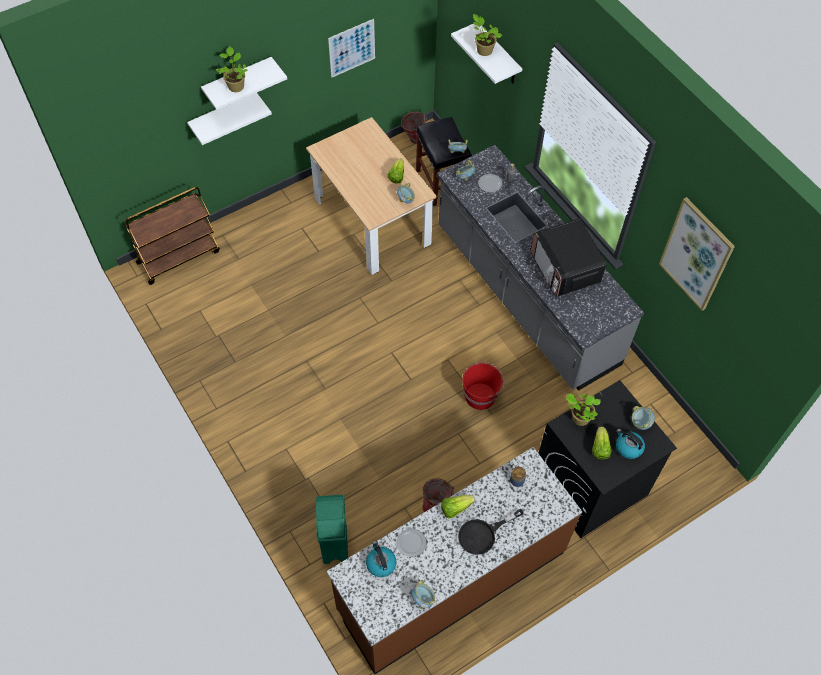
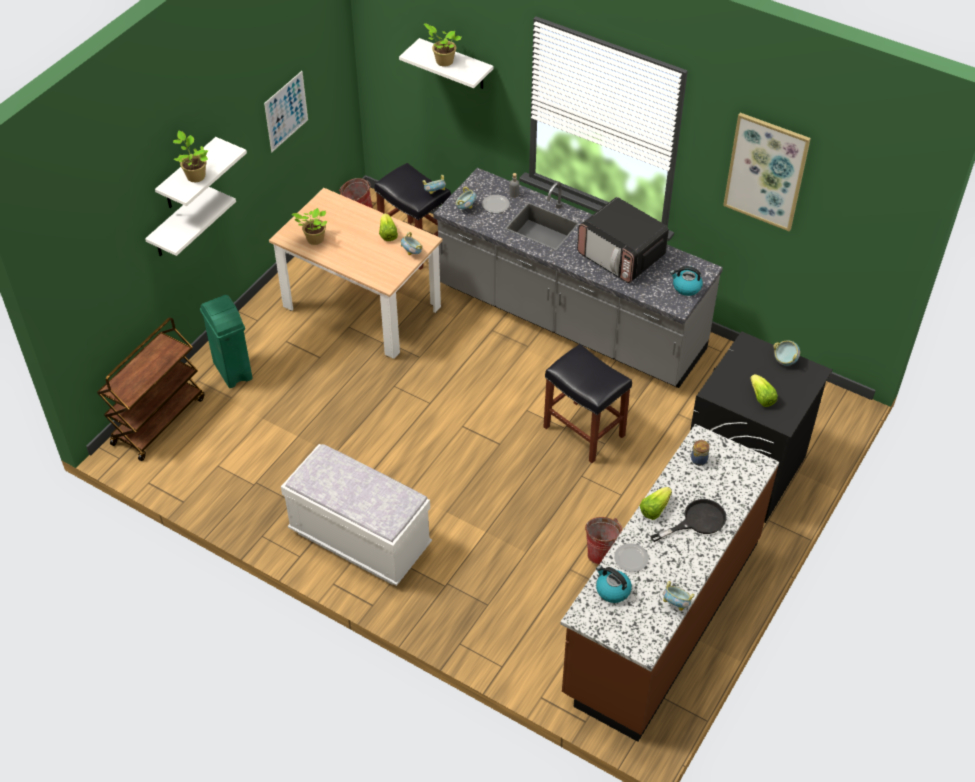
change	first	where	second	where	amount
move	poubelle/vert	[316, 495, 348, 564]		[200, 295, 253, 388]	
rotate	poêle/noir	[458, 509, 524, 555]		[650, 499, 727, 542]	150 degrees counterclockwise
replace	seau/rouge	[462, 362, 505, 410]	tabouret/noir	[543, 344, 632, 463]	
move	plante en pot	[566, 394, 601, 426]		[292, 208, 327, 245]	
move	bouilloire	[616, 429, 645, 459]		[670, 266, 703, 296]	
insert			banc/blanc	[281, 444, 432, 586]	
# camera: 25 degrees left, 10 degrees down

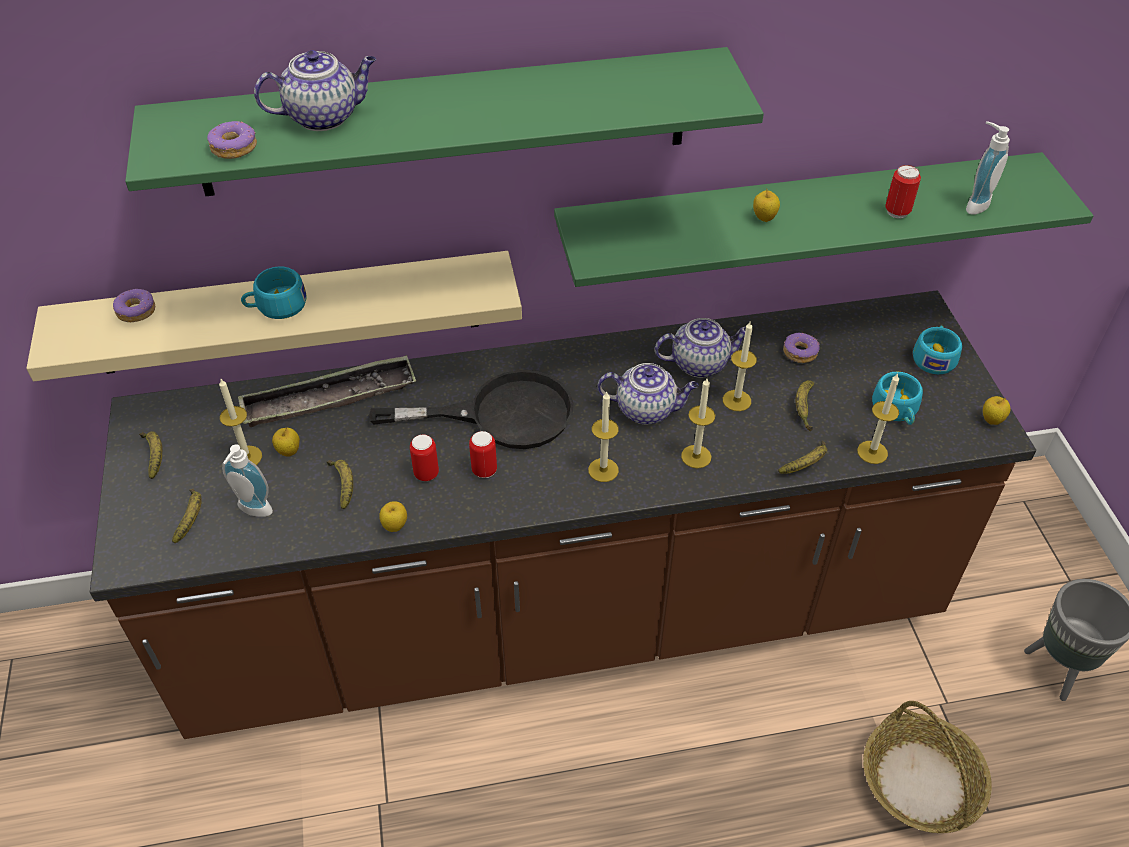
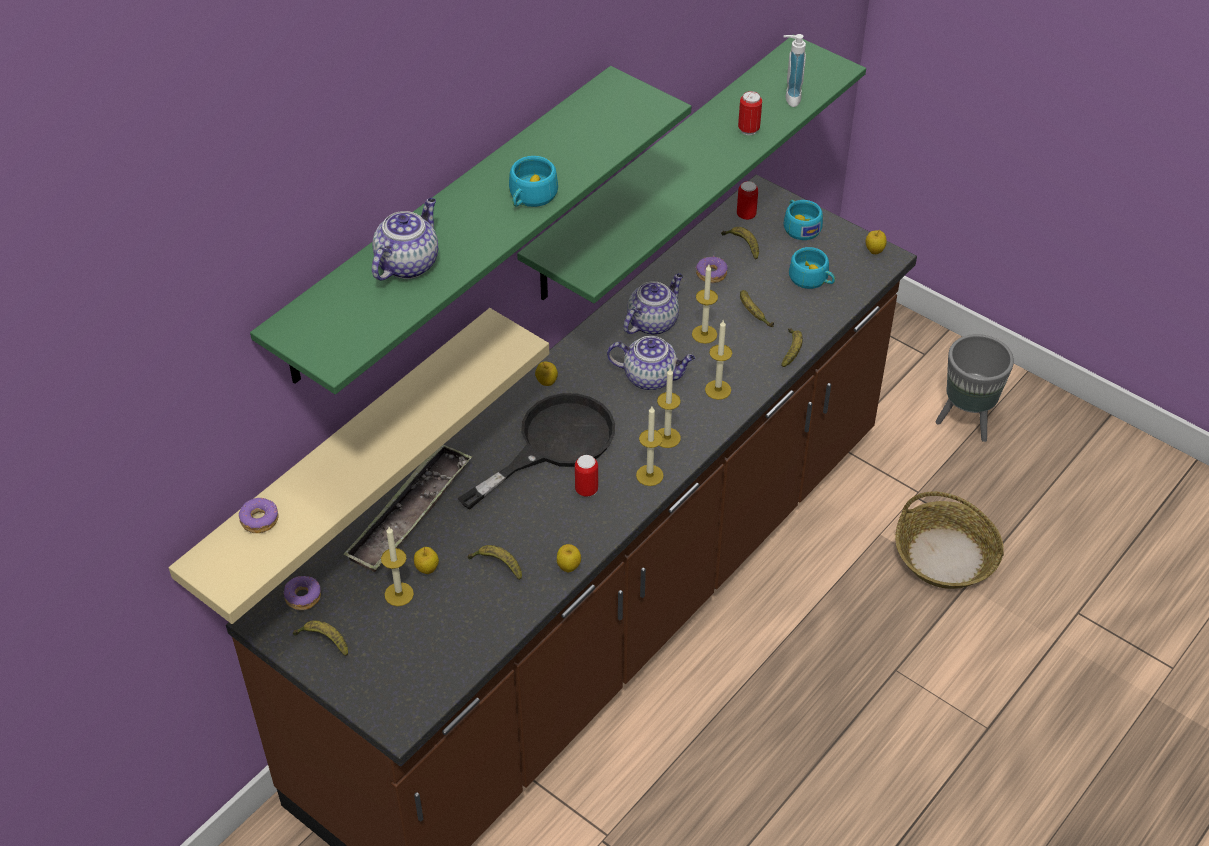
change	first	where	second	where	amount
move	banane	[172, 489, 202, 543]		[721, 227, 759, 260]	
move	beignet	[207, 121, 257, 159]		[284, 576, 321, 610]	
delete	distributeur de savon	[222, 445, 273, 517]			
move	tasse/turquoise	[241, 266, 307, 319]		[509, 156, 558, 207]	
move	boîte métallique	[410, 434, 439, 481]		[737, 181, 758, 220]	
rotate	théière	[598, 363, 699, 424]		[607, 336, 695, 391]	45 degrees clockwise
move	pomme	[753, 189, 780, 222]		[535, 361, 558, 386]	
move	bougie	[857, 373, 899, 464]		[636, 407, 664, 486]	
# camera: 40 degrees left, 0 degrees up

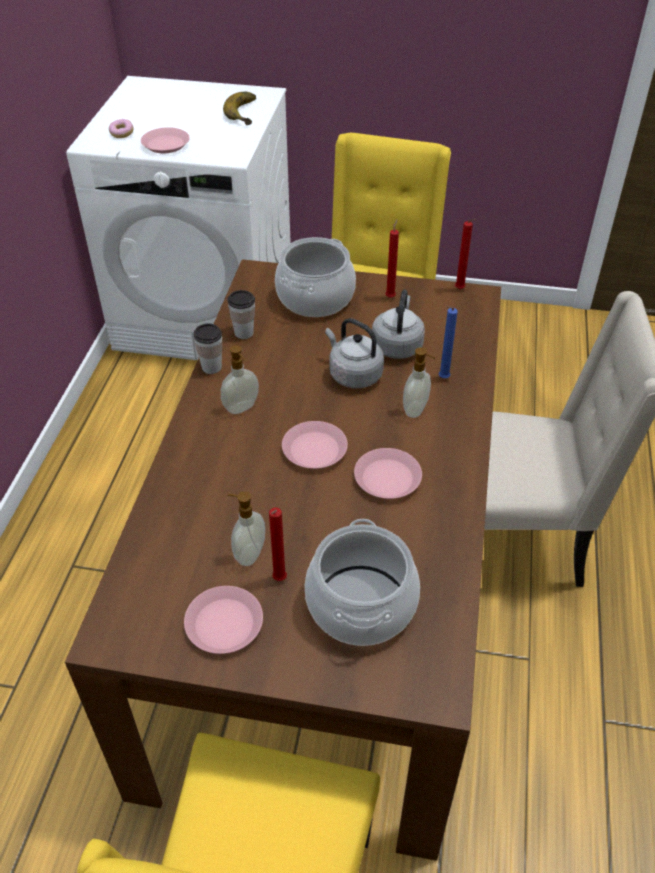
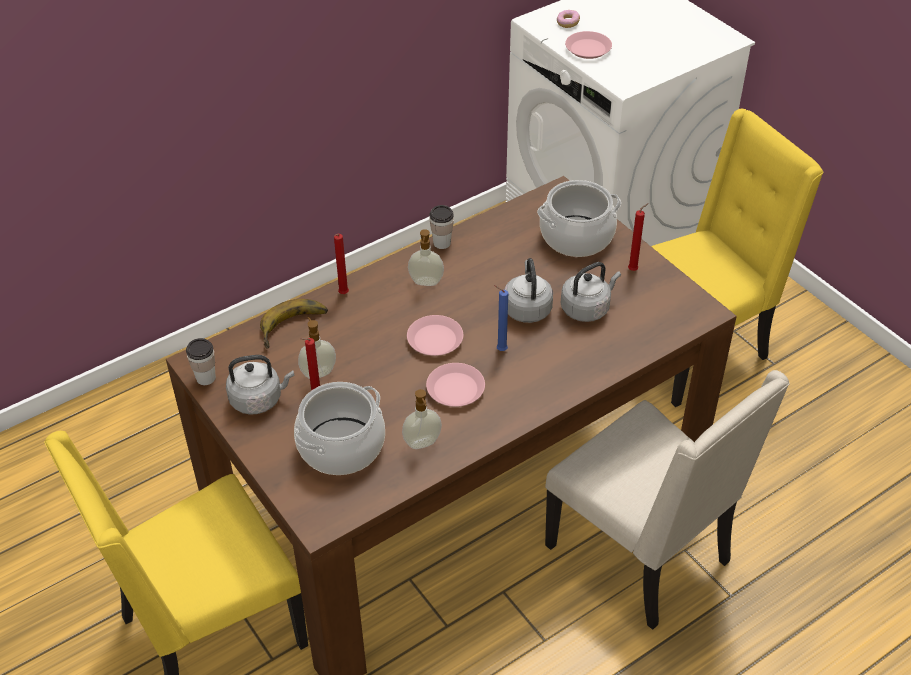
change	first	where	second	where	amount
replace	assiette/rose	[184, 586, 263, 654]	bouilloire/gris	[226, 355, 294, 415]	
move	banane	[223, 92, 256, 125]		[260, 299, 328, 349]	
move	tasse	[227, 290, 255, 339]		[186, 338, 216, 385]	
move	distributeur de savon	[403, 348, 436, 418]		[402, 389, 442, 449]	
move	bougie/bleu	[439, 306, 458, 378]		[494, 285, 508, 351]	
move	bougie/rouge	[455, 219, 475, 289]		[334, 234, 349, 294]	
# camera: 45 degrees right, 0 degrees up

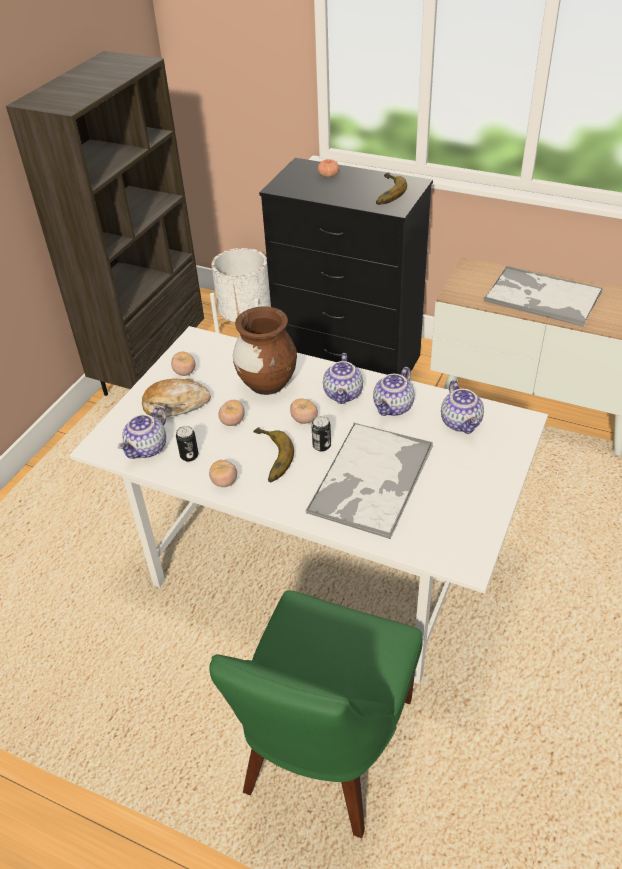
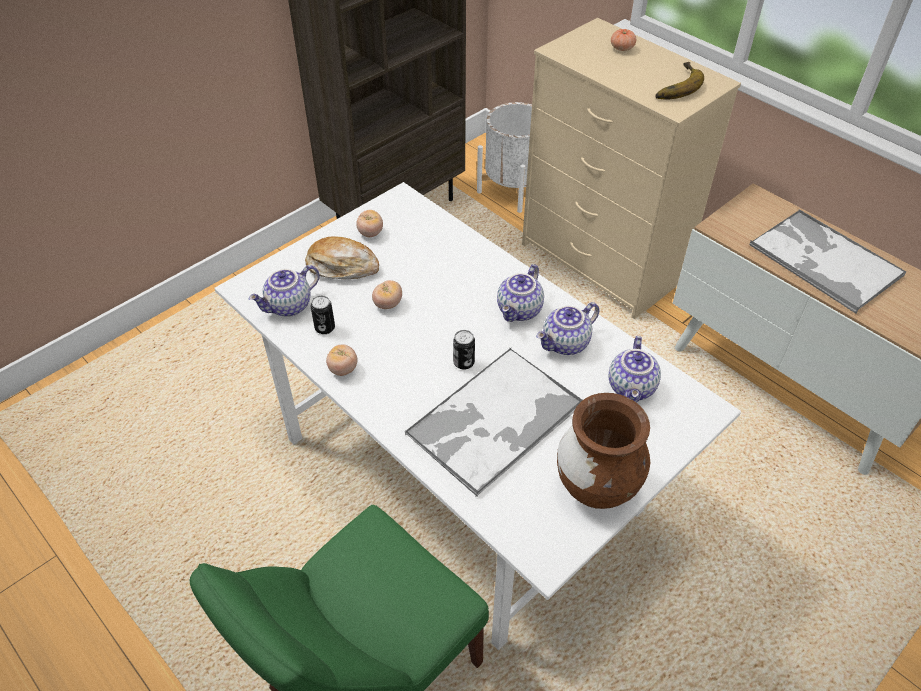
change	first	where	second	where	amount
move	vase/marron	[233, 306, 297, 395]		[557, 393, 650, 509]	
delete	banane	[253, 427, 294, 482]			
recolor	commode/noir	[259, 158, 433, 375]	commode/beige	[522, 18, 741, 319]	
delete	tomate	[290, 398, 318, 424]			
# camera: 20 degrees right, 5 degrees up

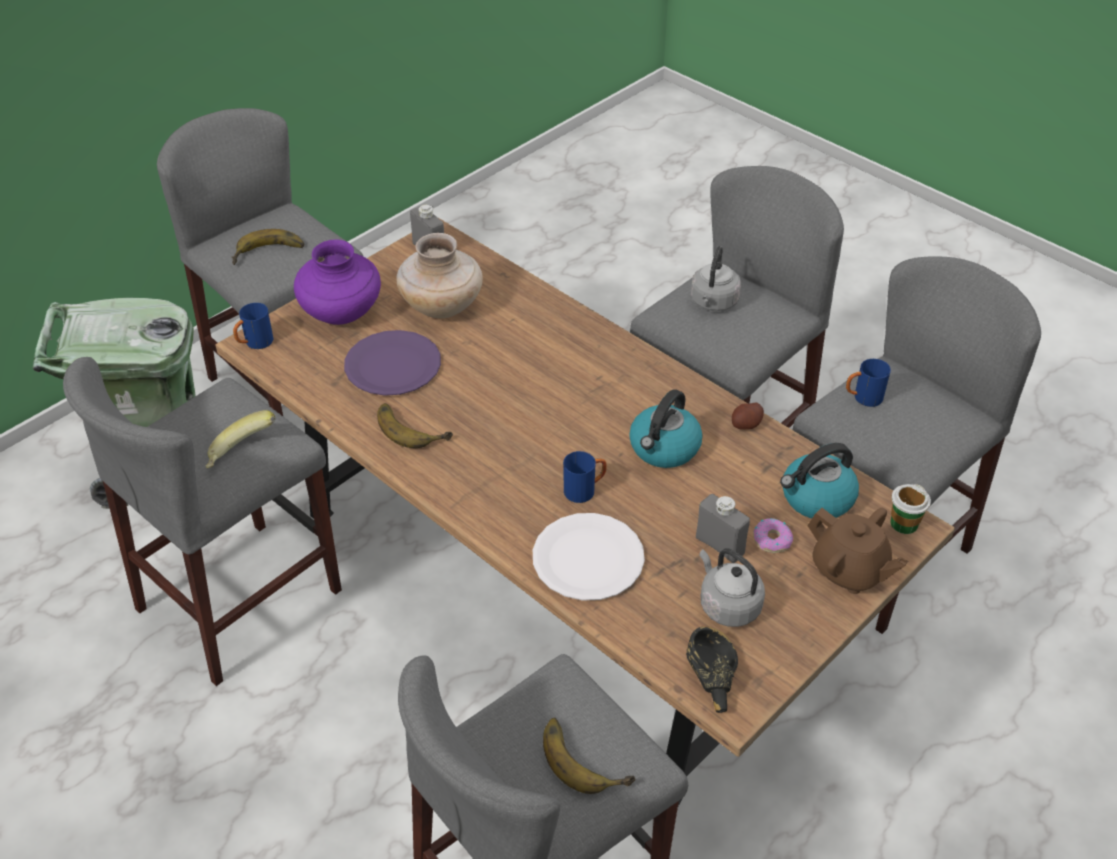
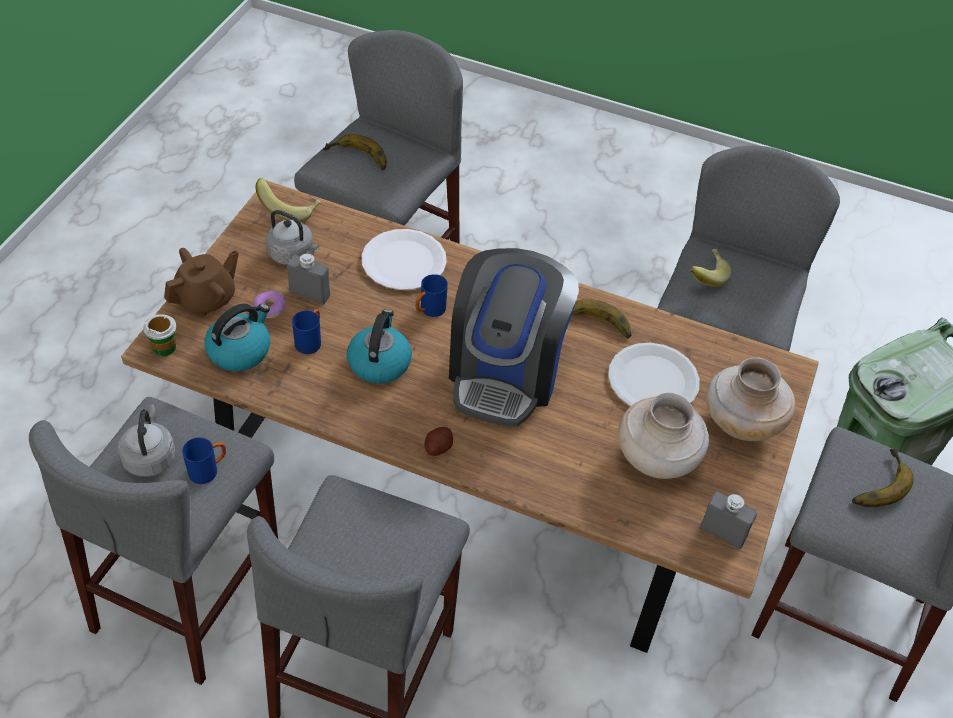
change	first	where	second	where	amount
move	mug/bleu	[233, 303, 273, 349]		[292, 309, 321, 354]	
recolor	vase/violet	[294, 239, 381, 325]	vase/beige	[706, 357, 795, 441]	
recolor	assiette/violet	[344, 330, 441, 396]	assiette/blanc	[608, 343, 700, 406]	
replace	bol/noir	[686, 626, 738, 713]	banane	[255, 178, 321, 222]	
move	bouilloire/gris	[691, 246, 741, 311]		[118, 405, 175, 477]	
move	pomme de terre	[732, 403, 764, 430]		[424, 427, 453, 456]	
rotate	théière/marron	[807, 508, 908, 594]		[164, 248, 239, 317]	120 degrees clockwise
insert			machine à café	[449, 248, 579, 427]	
# camera: 155 degrees right, 5 degrees up

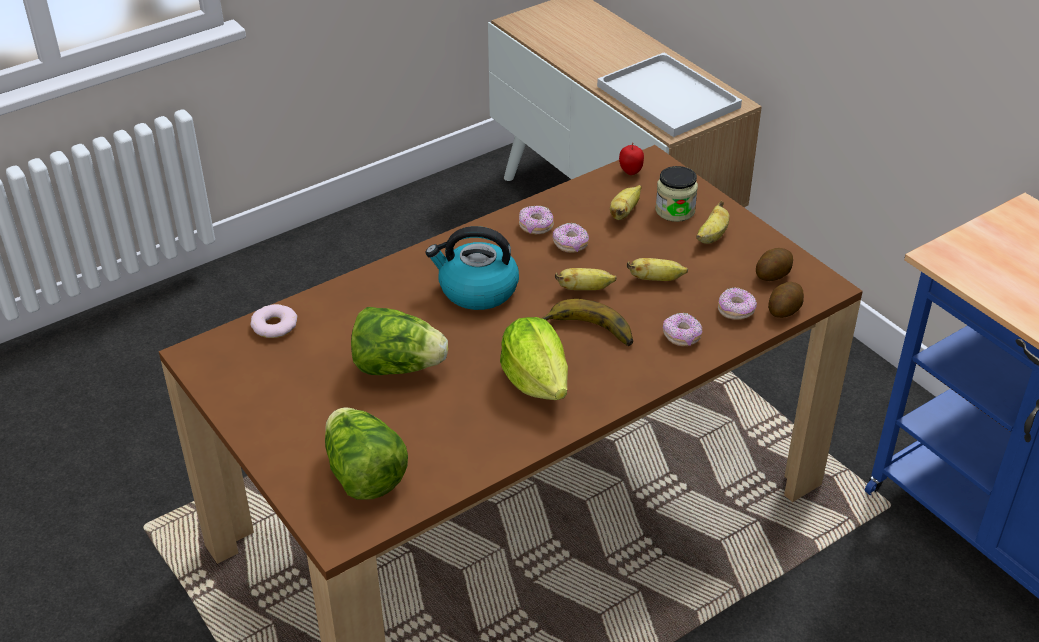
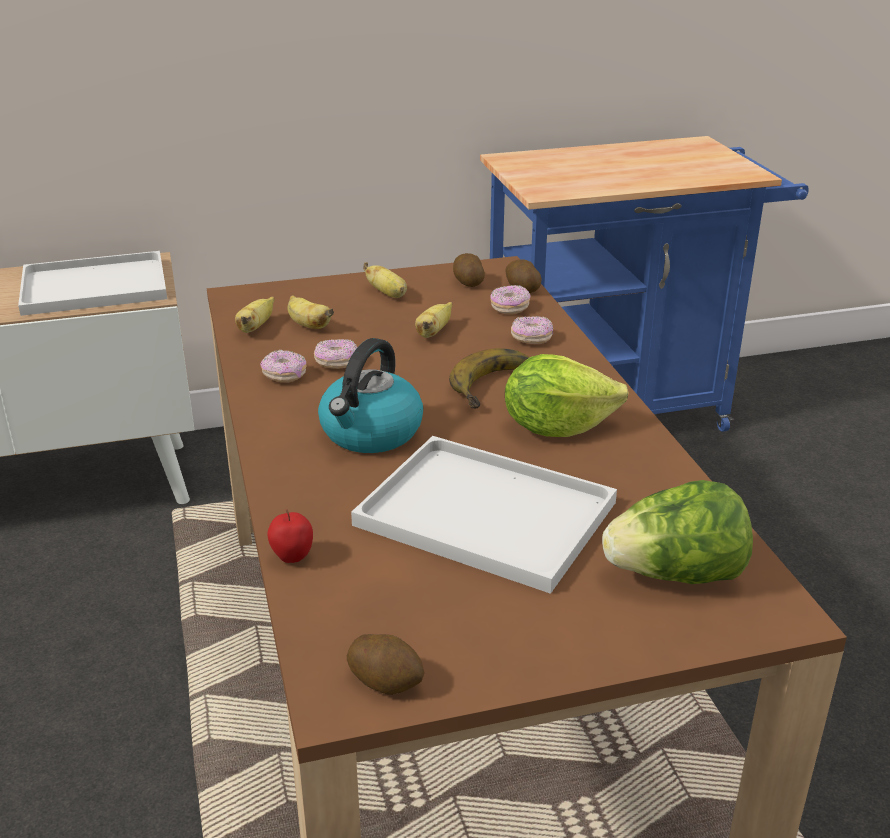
change	first	where	second	where	amount
delete	beignet	[250, 304, 297, 338]			
replace	laitue	[351, 307, 448, 375]	plateau/blanc	[351, 436, 617, 594]	
move	banane	[555, 268, 617, 290]		[235, 297, 274, 333]	
move	pomme	[619, 143, 644, 175]		[268, 509, 313, 563]	
delete	bocal	[656, 166, 698, 222]			
insert			pomme de terre	[347, 634, 425, 695]	
# camera: 70 degrees left, 10 degrees down

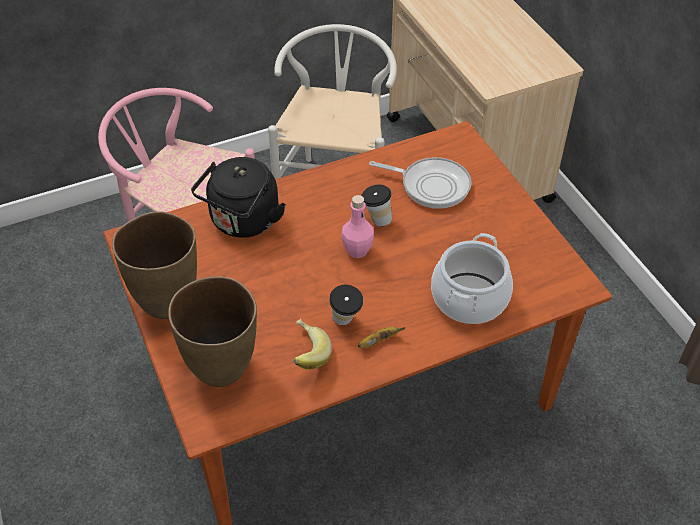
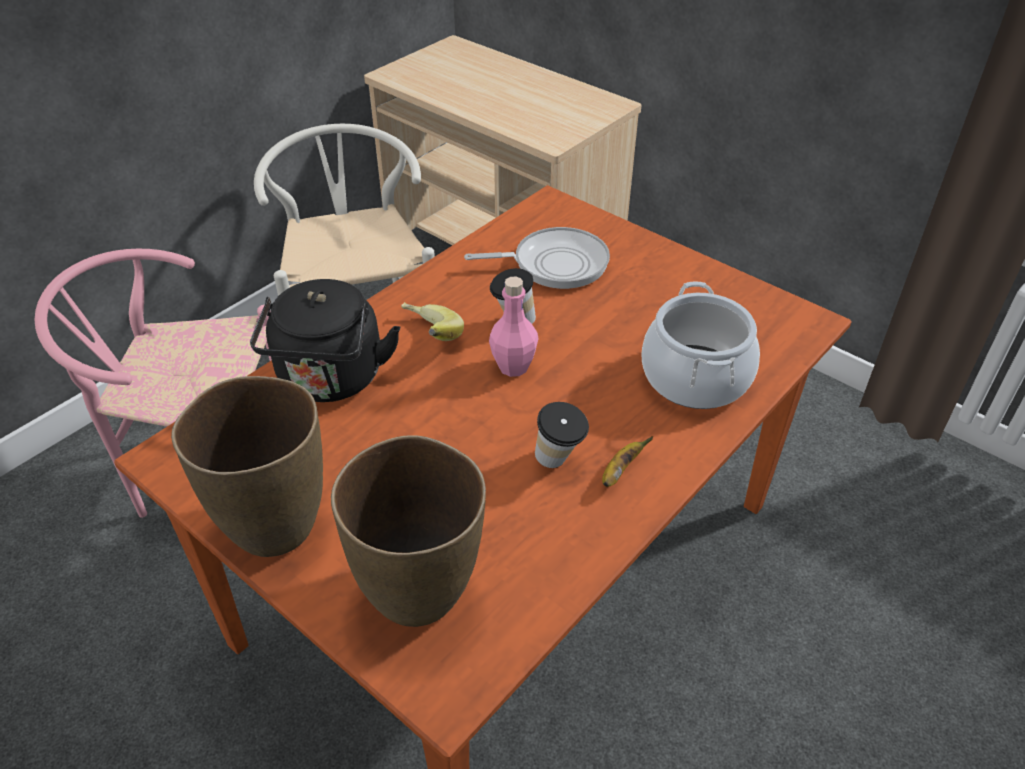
change	first	where	second	where	amount
move	banane	[293, 319, 332, 370]		[401, 302, 464, 341]	
# camera: 25 degrees left, 5 degrees down

